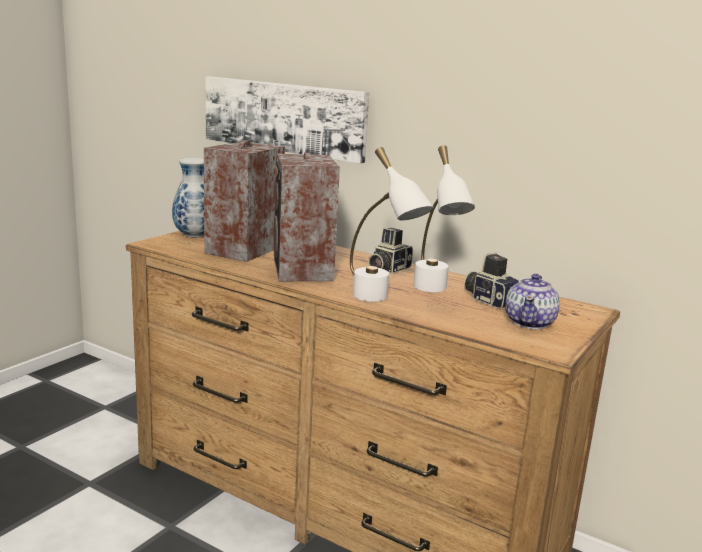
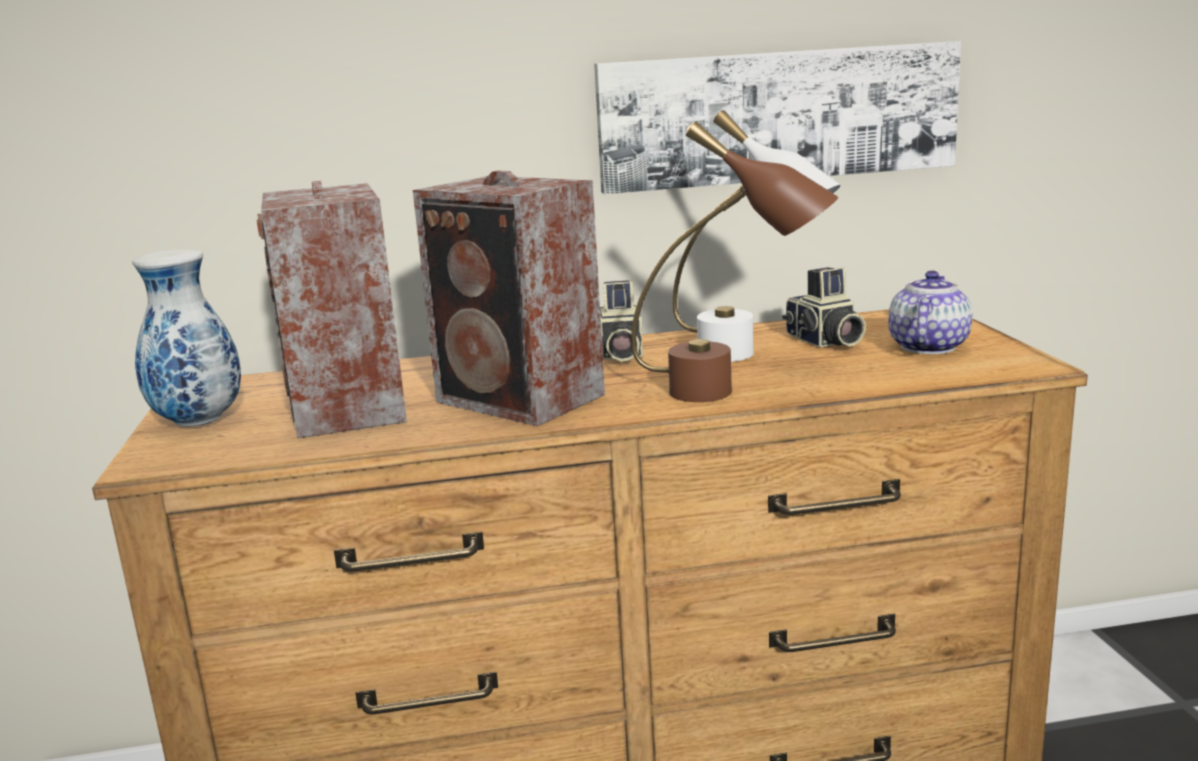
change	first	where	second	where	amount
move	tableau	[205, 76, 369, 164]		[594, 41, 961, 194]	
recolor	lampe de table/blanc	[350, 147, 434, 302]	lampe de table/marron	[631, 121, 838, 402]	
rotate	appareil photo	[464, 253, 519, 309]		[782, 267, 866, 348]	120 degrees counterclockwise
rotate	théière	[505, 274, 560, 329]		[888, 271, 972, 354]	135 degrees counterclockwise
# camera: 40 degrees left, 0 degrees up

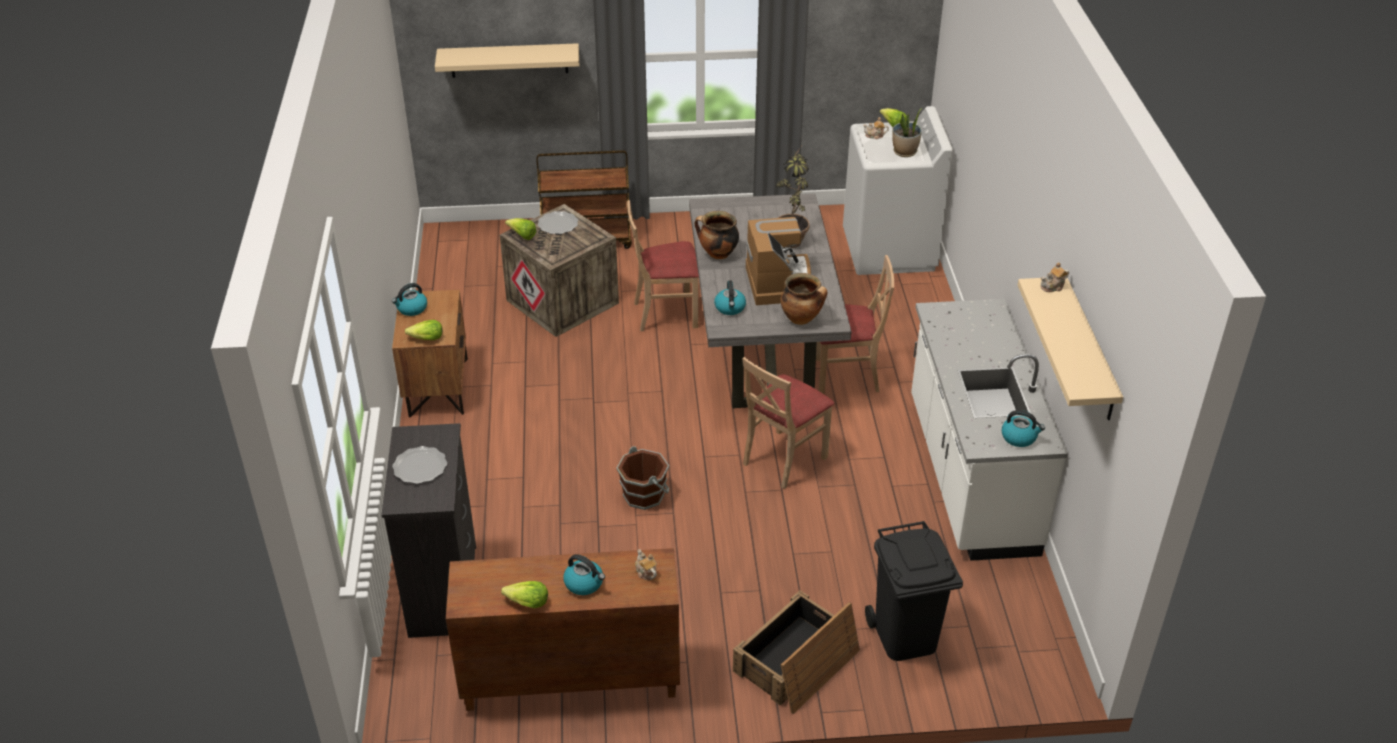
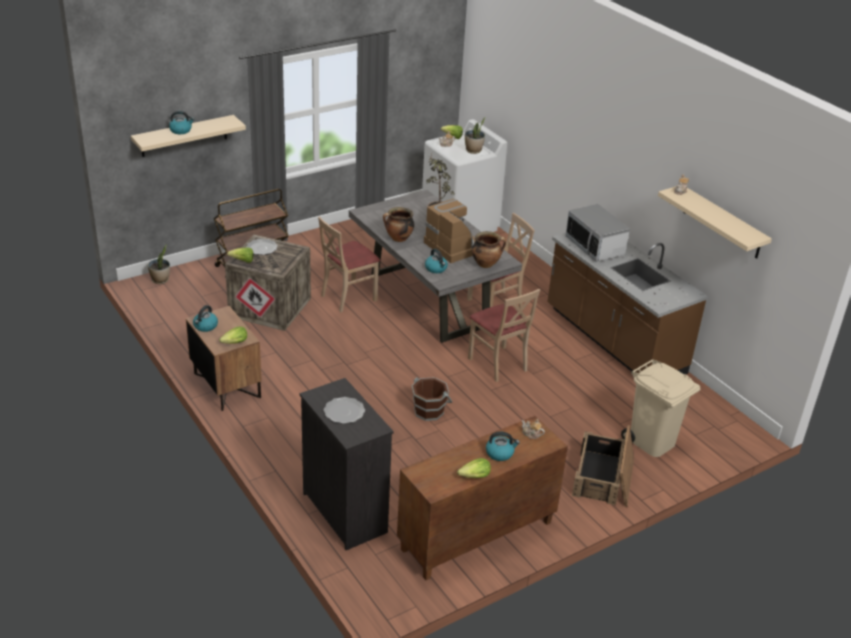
change	first	where	second	where	amount
rotate	chaise/beige	[742, 357, 834, 489]		[468, 289, 540, 382]	45 degrees counterclockwise
recolor	poubelle/noir	[865, 521, 963, 661]	poubelle/beige	[621, 359, 700, 457]	
recolor	comptoir de cuisine/blanc	[911, 299, 1068, 561]	comptoir de cuisine/marron	[547, 233, 708, 374]	
move	bouilloire	[1001, 410, 1045, 447]		[169, 111, 194, 134]	
insert			plante en pot	[148, 245, 170, 284]	
insert			micro-ondes	[565, 204, 630, 262]	
# camera: 30 degrees left, 5 degrees down

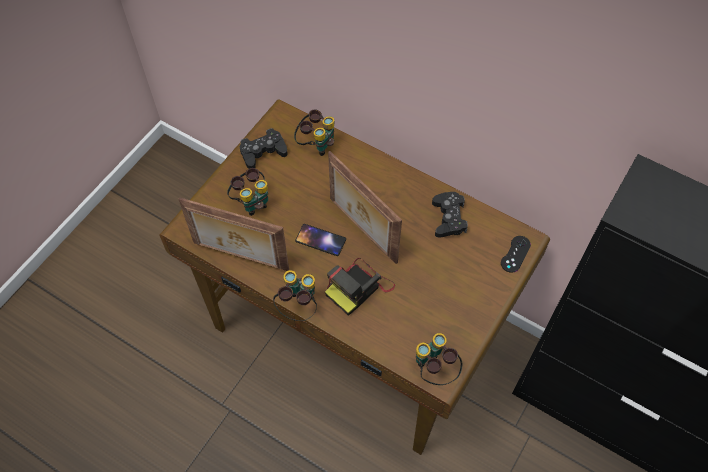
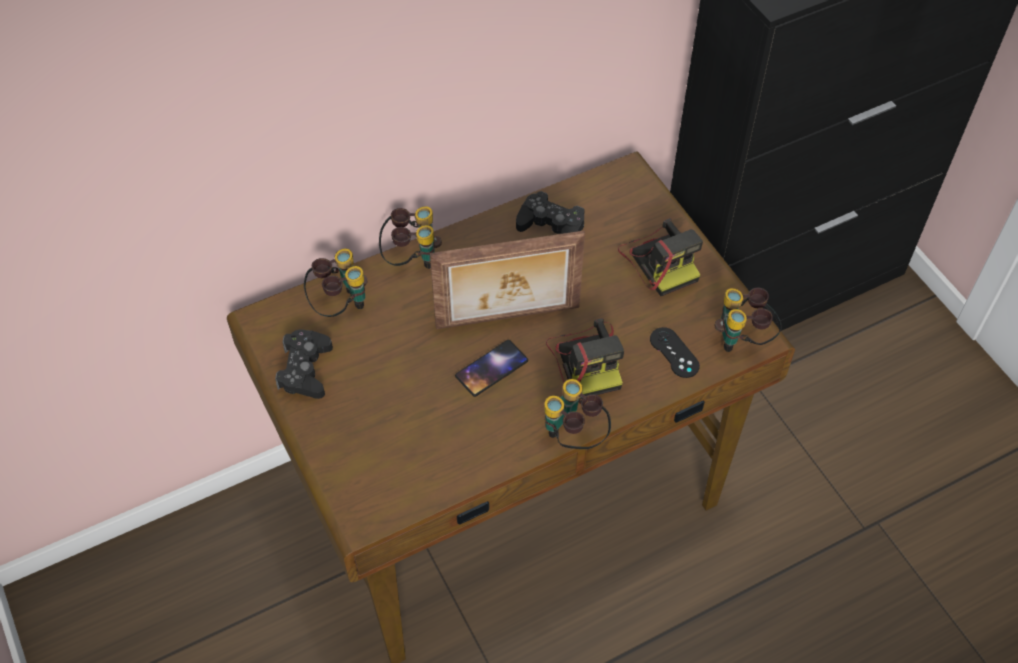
change	first	where	second	where	amount
delete	cadre photo	[178, 197, 289, 271]			
move	jumelles	[227, 168, 268, 216]		[379, 206, 442, 269]	
move	manette/noir	[501, 236, 531, 273]		[650, 327, 700, 378]	
insert			appareil photo	[618, 218, 703, 296]	
# camera: 60 degrees left, 5 degrees down

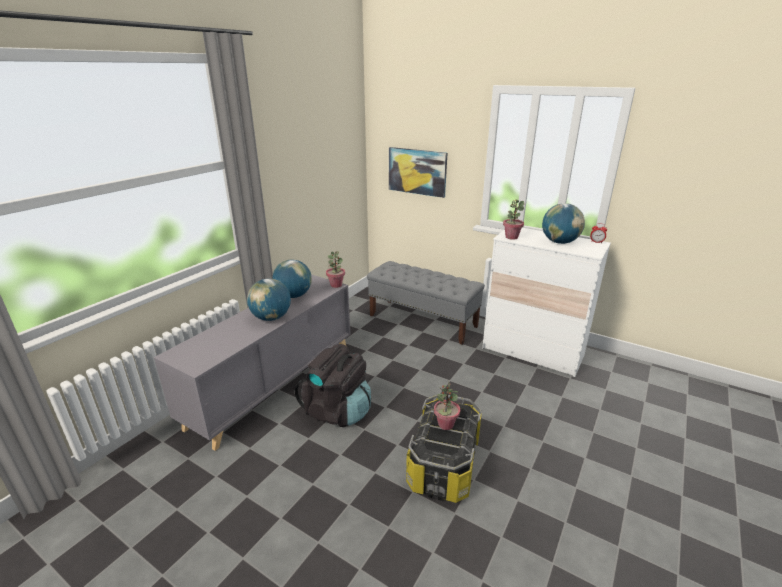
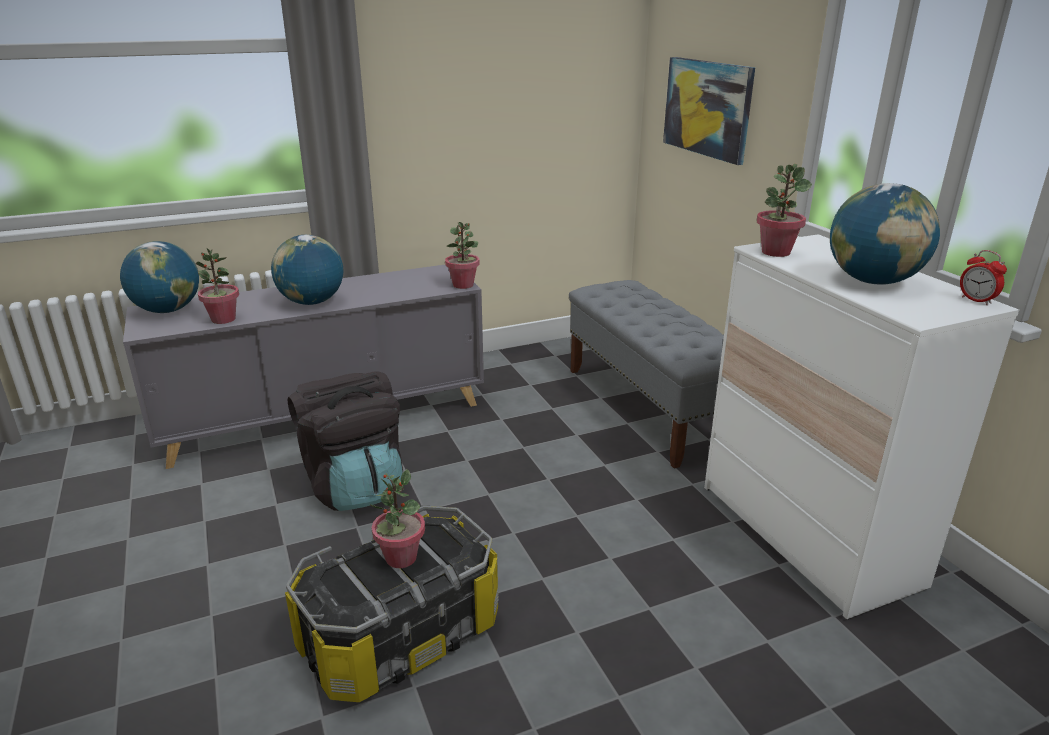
change	first	where	second	where	amount
move	globe	[272, 260, 312, 298]		[120, 241, 199, 313]	
insert			plante en pot	[196, 248, 239, 324]	
# camera: 35 degrees right, 0 degrees up

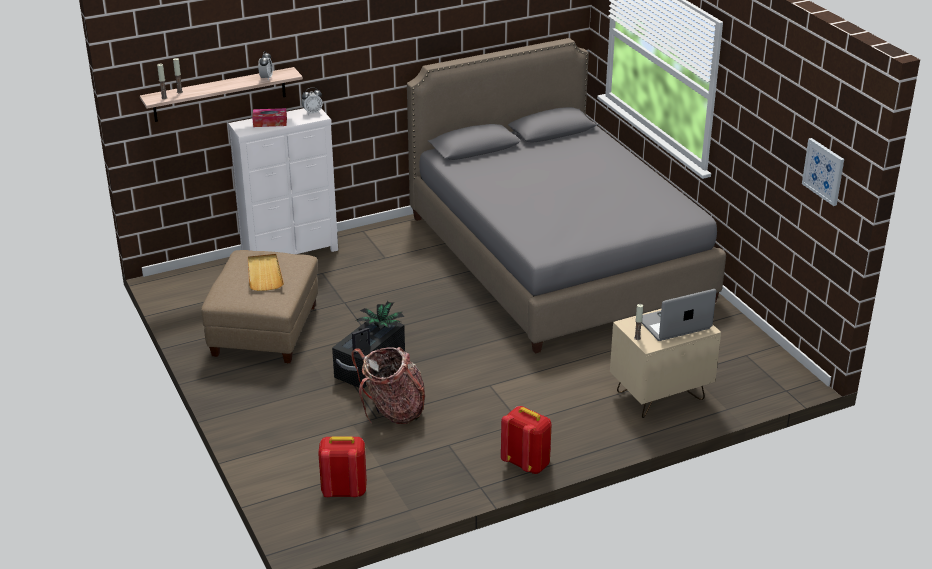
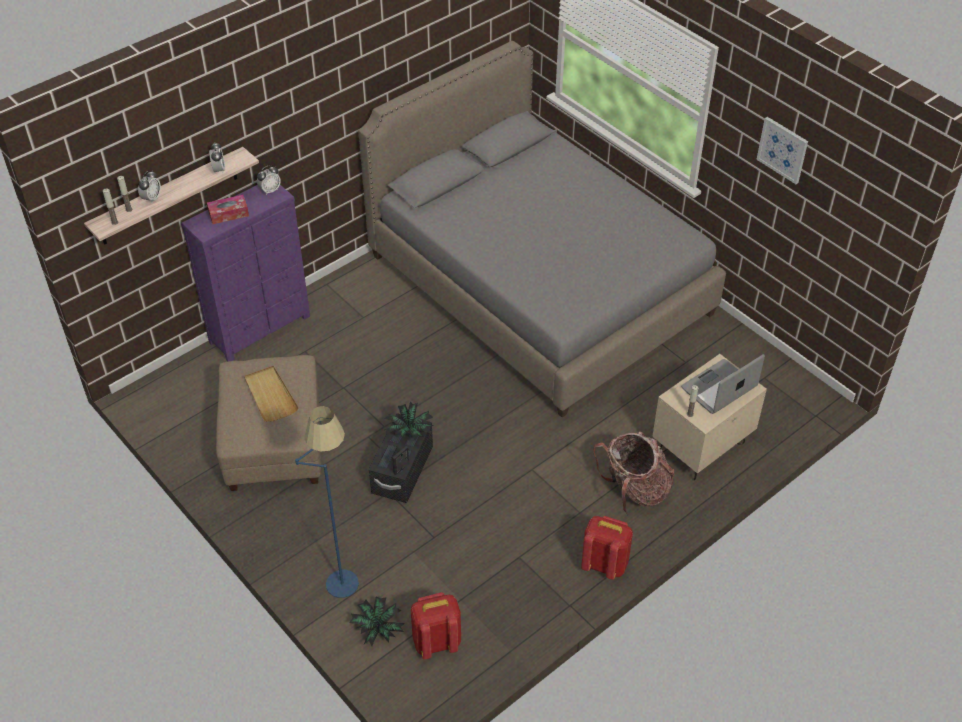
change	first	where	second	where	amount
recolor	commode/blanc	[228, 108, 338, 254]	commode/violet	[181, 185, 310, 362]	
move	sac à dos	[351, 347, 425, 424]		[593, 431, 675, 514]	
move	tableau	[802, 138, 844, 206]		[756, 117, 808, 184]	
insert			réveil	[138, 171, 161, 203]	
insert			lampadaire/bleu	[295, 406, 359, 598]	
insert			plante en pot	[349, 597, 405, 646]	
# camera: 15 degrees left, 15 degrees up

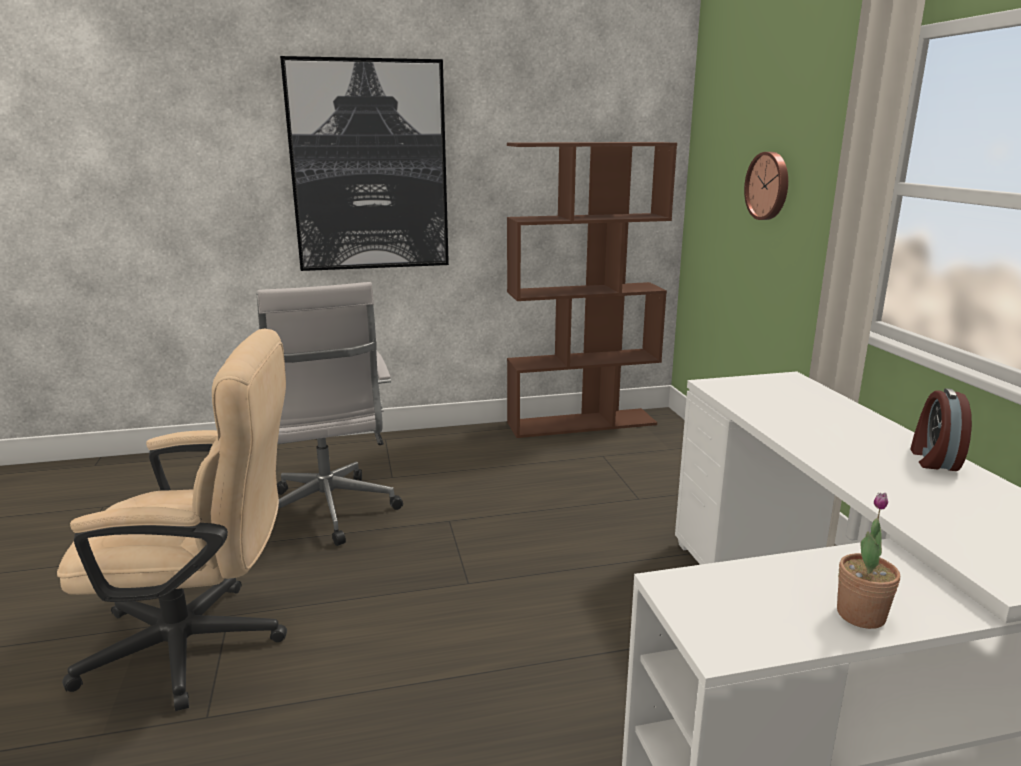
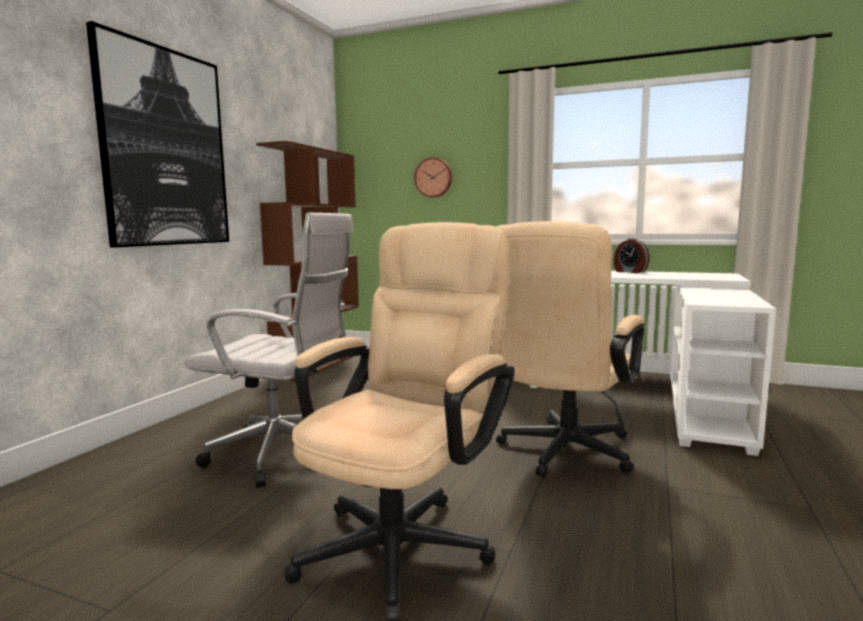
change	first	where	second	where	amount
delete	plante en pot	[837, 493, 900, 629]			
insert			chaise de bureau/beige	[496, 221, 644, 477]	
# camera: 55 degrees left, 10 degrees down

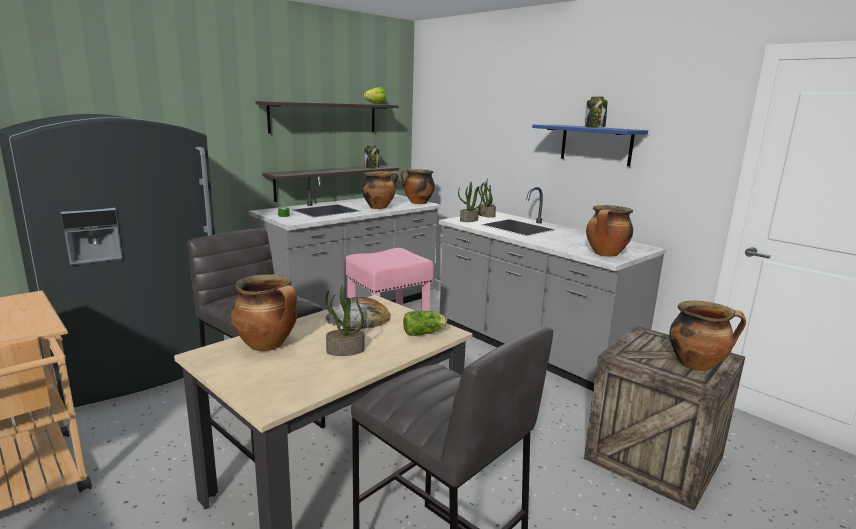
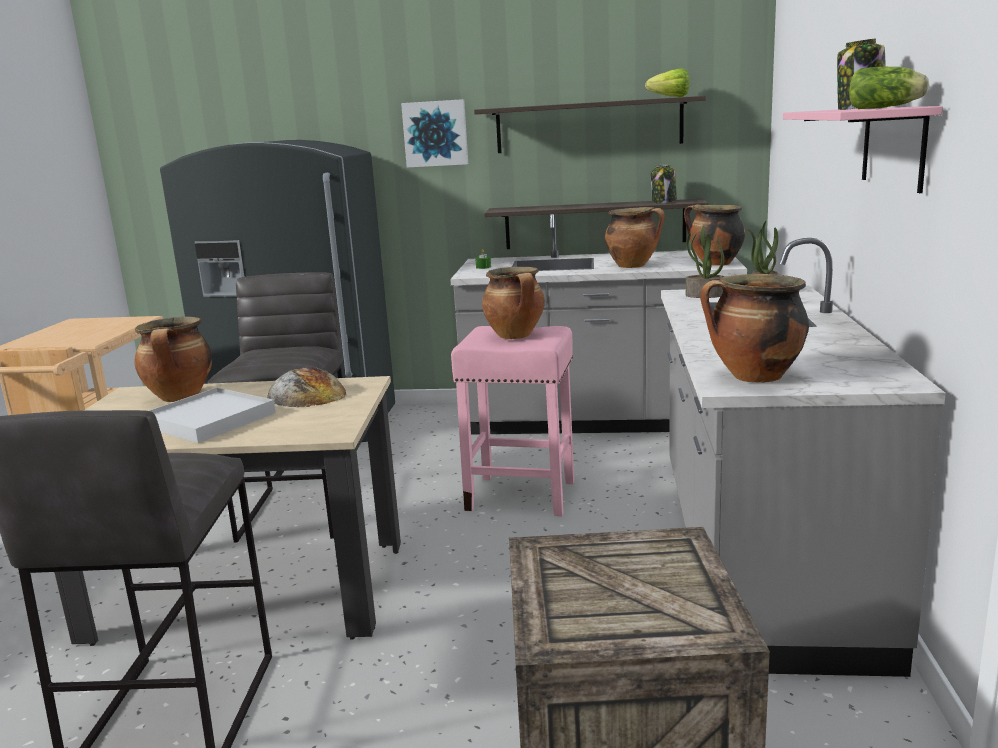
change	first	where	second	where	amount
replace	plante en pot	[325, 285, 365, 356]	plateau/blanc	[148, 388, 276, 443]	
move	laitue	[403, 311, 447, 336]		[849, 67, 929, 109]	
recolor	étagère/bleu	[532, 124, 648, 166]	étagère/rose	[783, 106, 943, 193]	
move	marmite	[669, 301, 746, 371]		[482, 267, 545, 339]	
insert			tableau	[401, 99, 468, 168]	
# camera: 50 degrees right, 0 degrees up

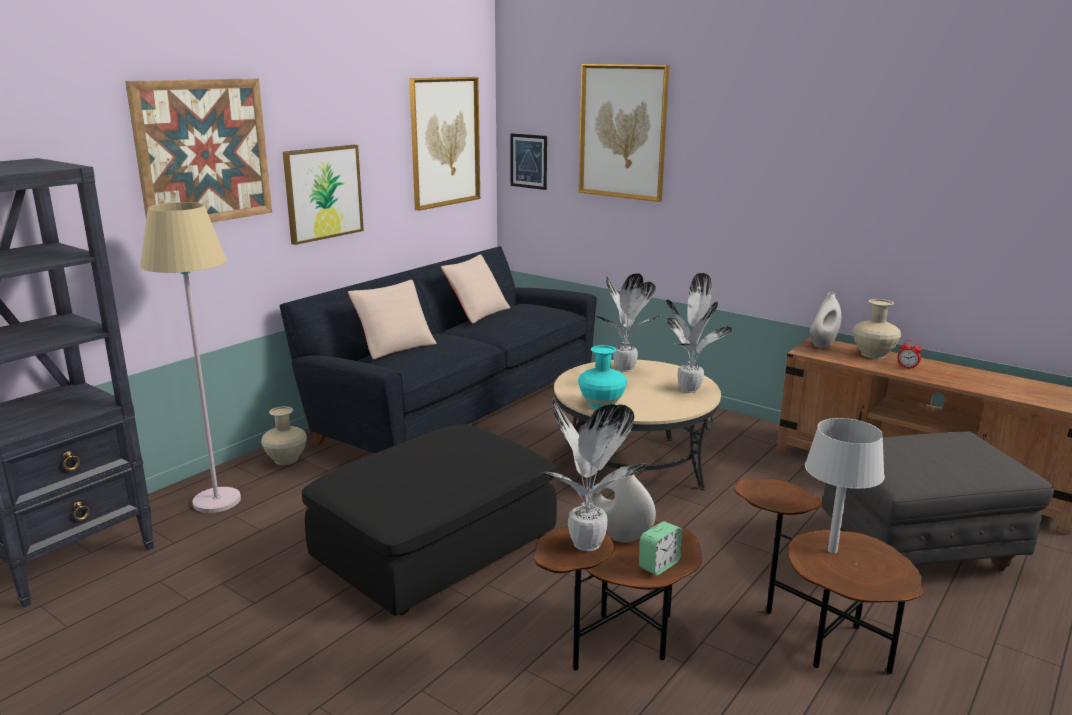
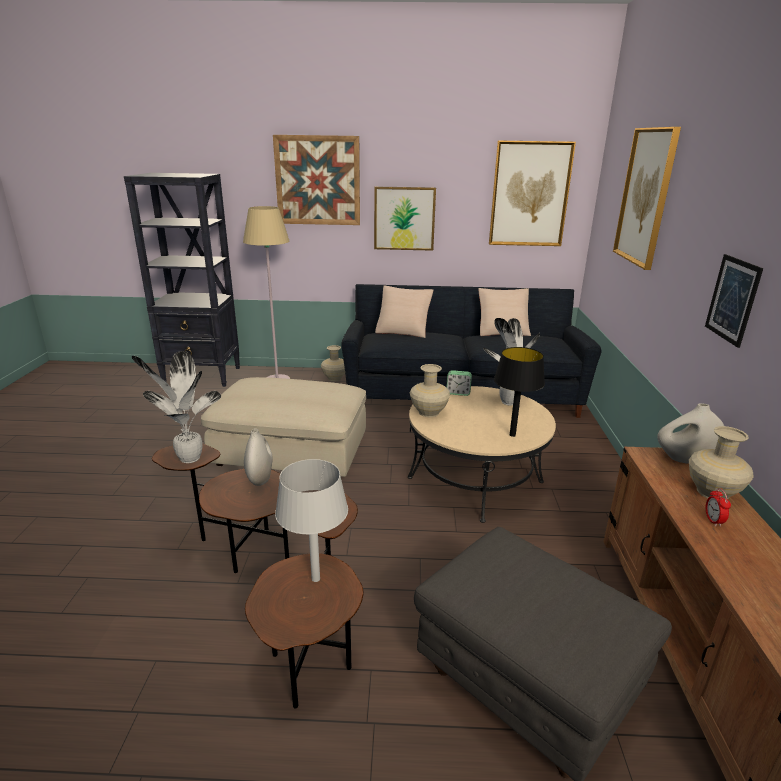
change	first	where	second	where	amount
recolor	pouf/noir	[302, 424, 557, 616]	pouf/beige	[201, 377, 366, 477]	
move	tableau	[510, 133, 547, 190]		[705, 254, 763, 348]	
recolor	vase/turquoise	[578, 345, 627, 409]	vase/beige	[410, 364, 450, 417]	
move	réveil	[639, 521, 682, 575]		[446, 370, 472, 396]	
replace	plante en pot	[666, 273, 732, 393]	lampe de table/noir	[494, 347, 545, 437]	
# camera: 55 degrees right, 5 degrees up

